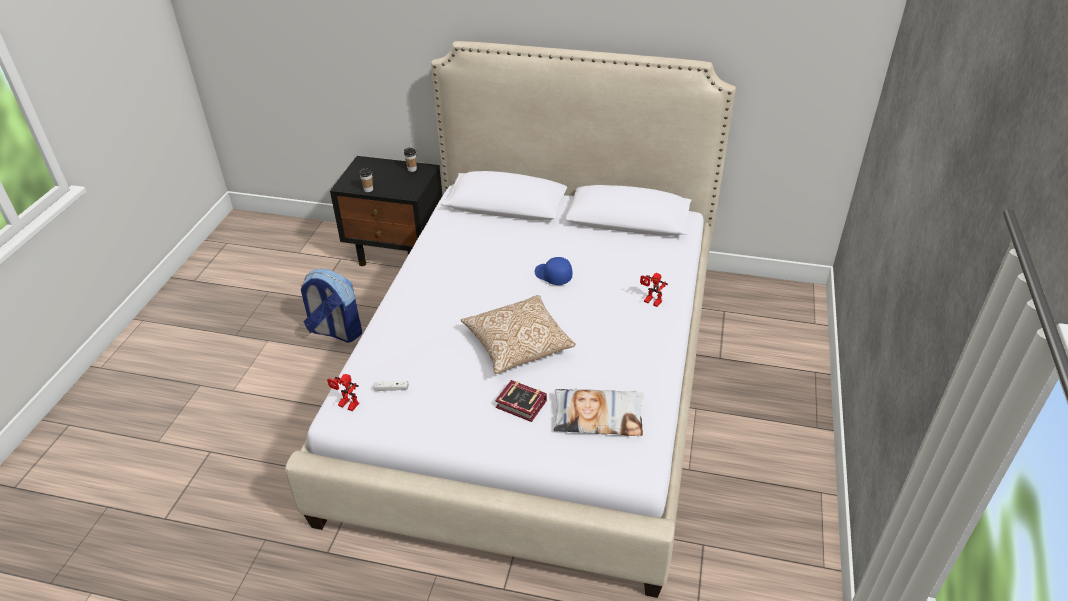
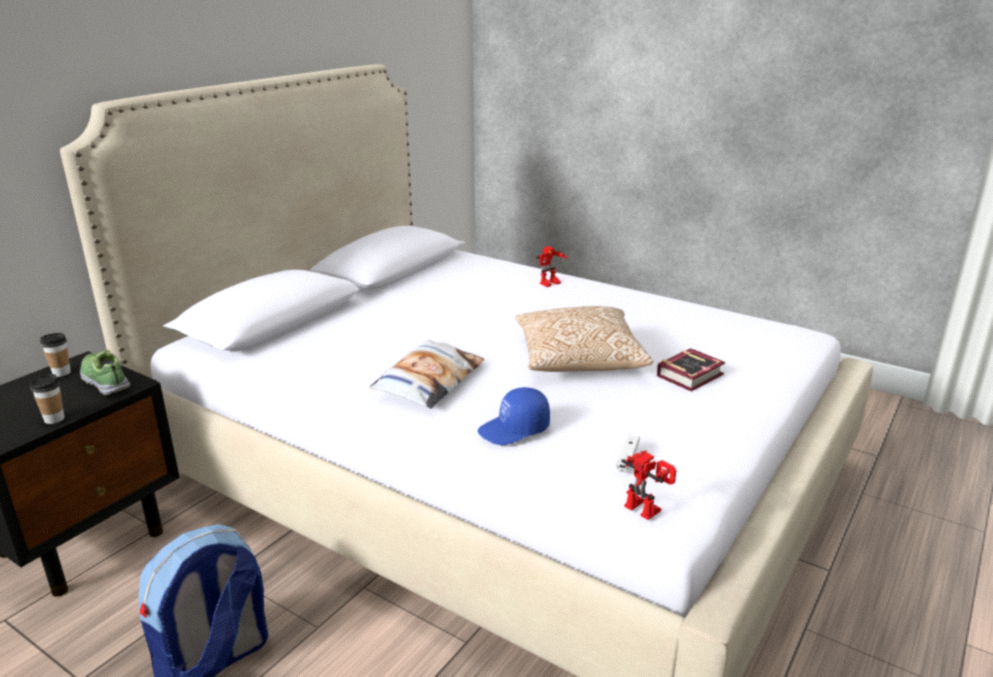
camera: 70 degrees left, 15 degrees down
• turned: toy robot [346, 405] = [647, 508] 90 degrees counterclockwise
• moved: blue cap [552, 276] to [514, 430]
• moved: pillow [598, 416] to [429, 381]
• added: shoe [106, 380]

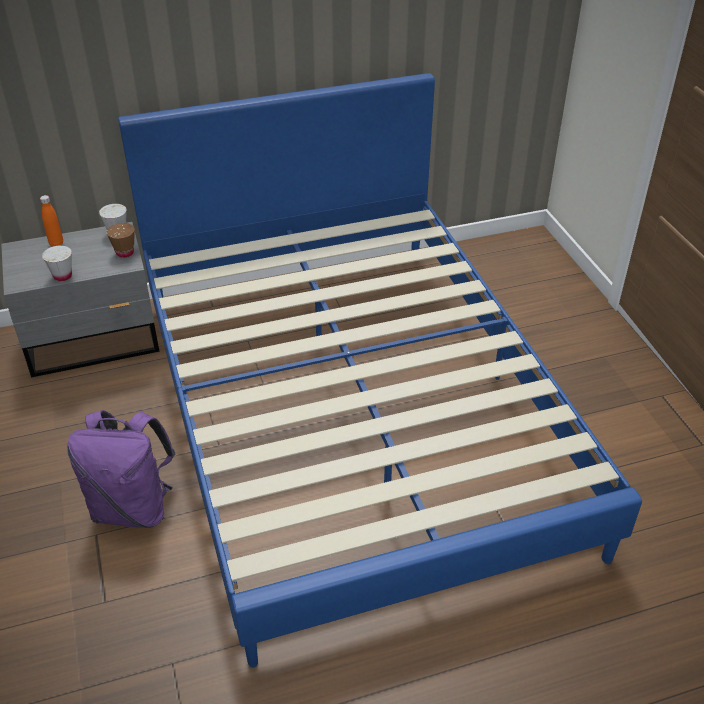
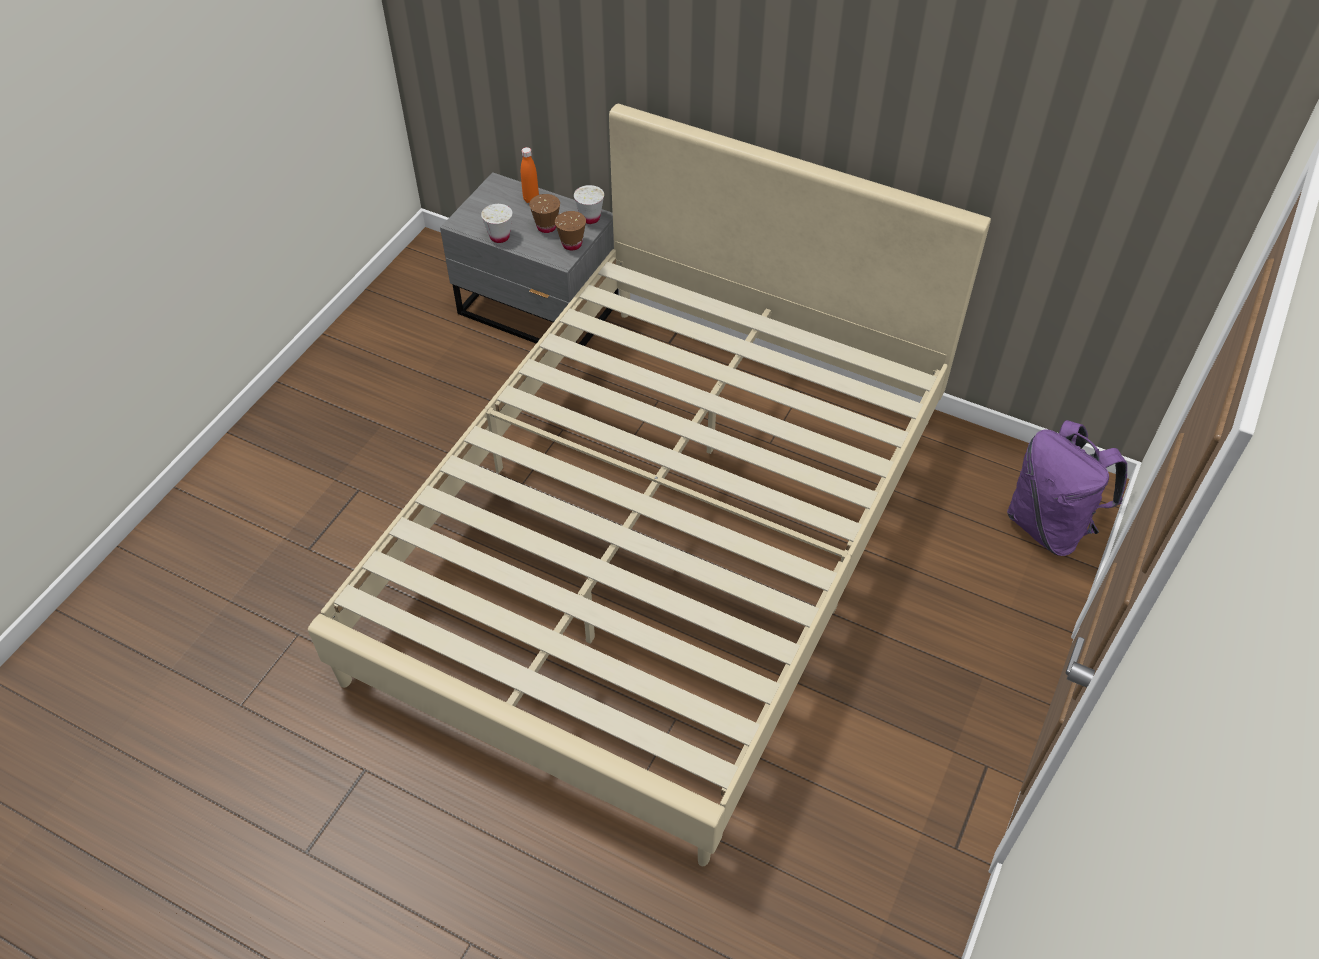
camera: 45 degrees right, 10 degrees up
• moved: purple backpack [133, 507] to [1049, 526]
• recoloured: blue bed [352, 413] to beige bed [661, 540]
• added: brown cup [546, 227]

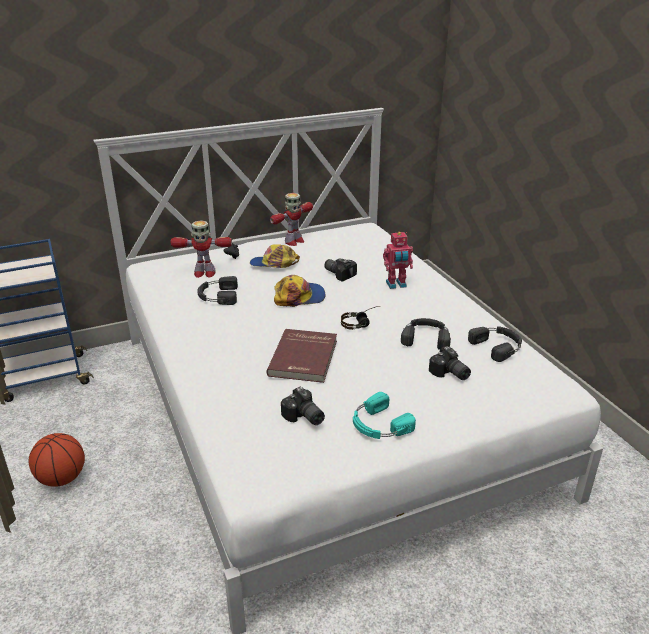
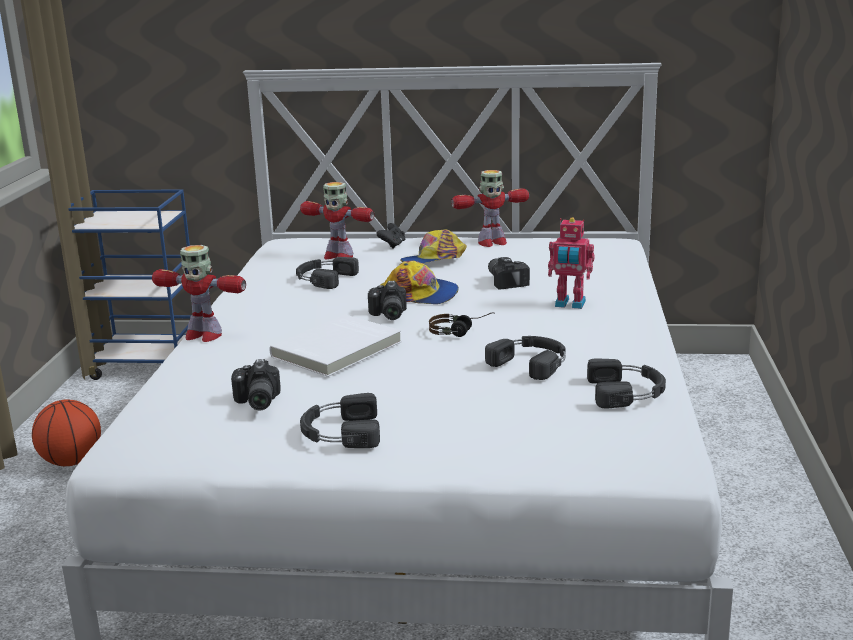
camera: 30 degrees right, 10 degrees down
• turned: cap [274, 264] = [434, 260] 60 degrees counterclockwise
• recoloured: red book [305, 358] to white book [338, 350]
• recoloured: turquoise headphones [378, 425] to black headphones [340, 432]
• moved: photo camera [449, 374] to [387, 315]
• added: toy robot [203, 335]

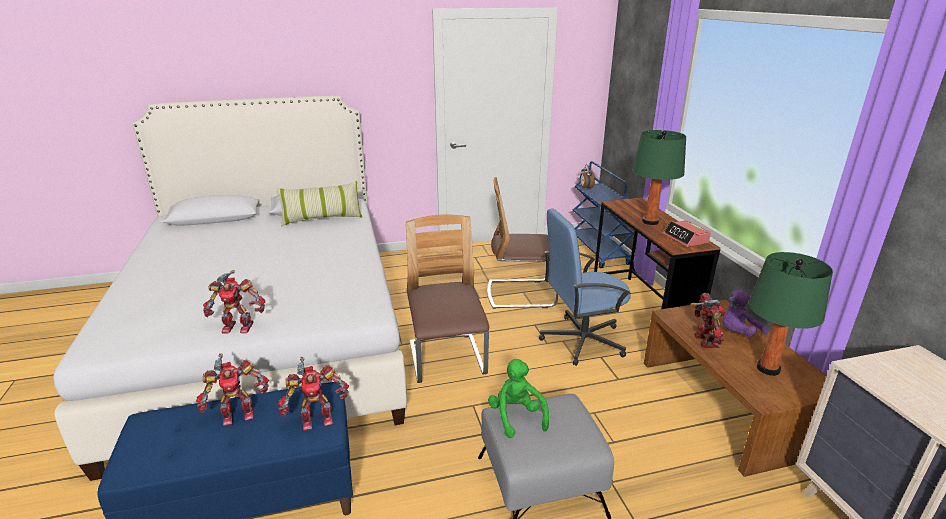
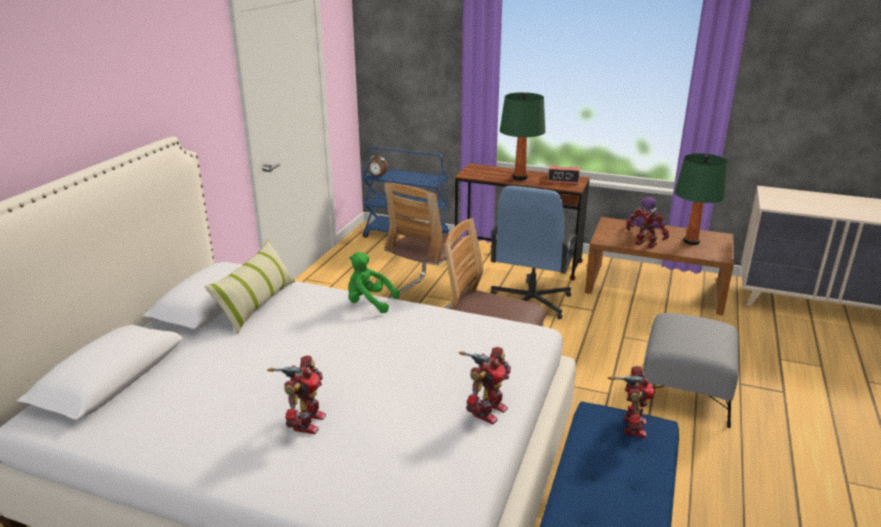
camera: 55 degrees left, 0 degrees up
• moved: toy robot [238, 413] to [306, 422]
• moved: green plush toy [516, 416] to [369, 303]

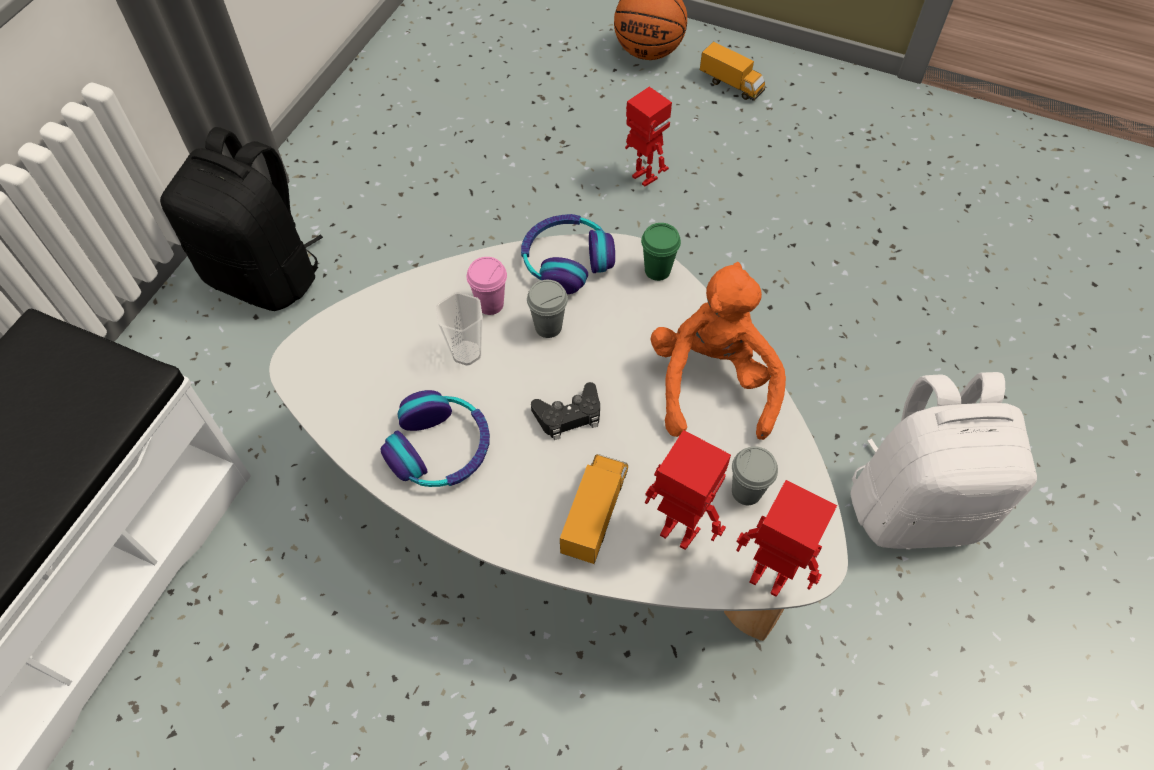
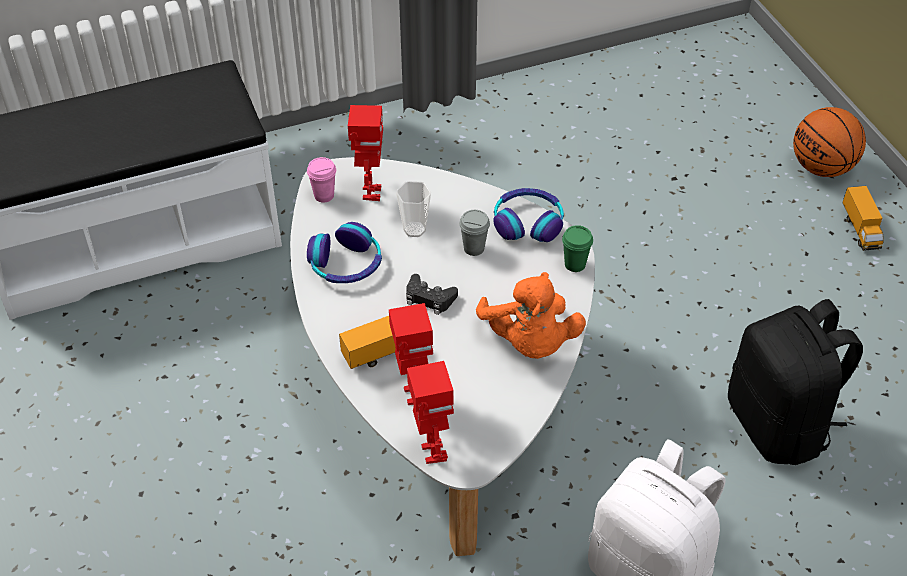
camera: 45 degrees right, 10 degrees down
• moved: black backpack [266, 275] to [779, 425]
• moved: pink cup [490, 304] to [324, 195]
• moved: toy robot [643, 178] to [370, 193]
• turned: orange plush toy [712, 382] = [529, 342] 120 degrees clockwise
• removed: grey cup [746, 492]

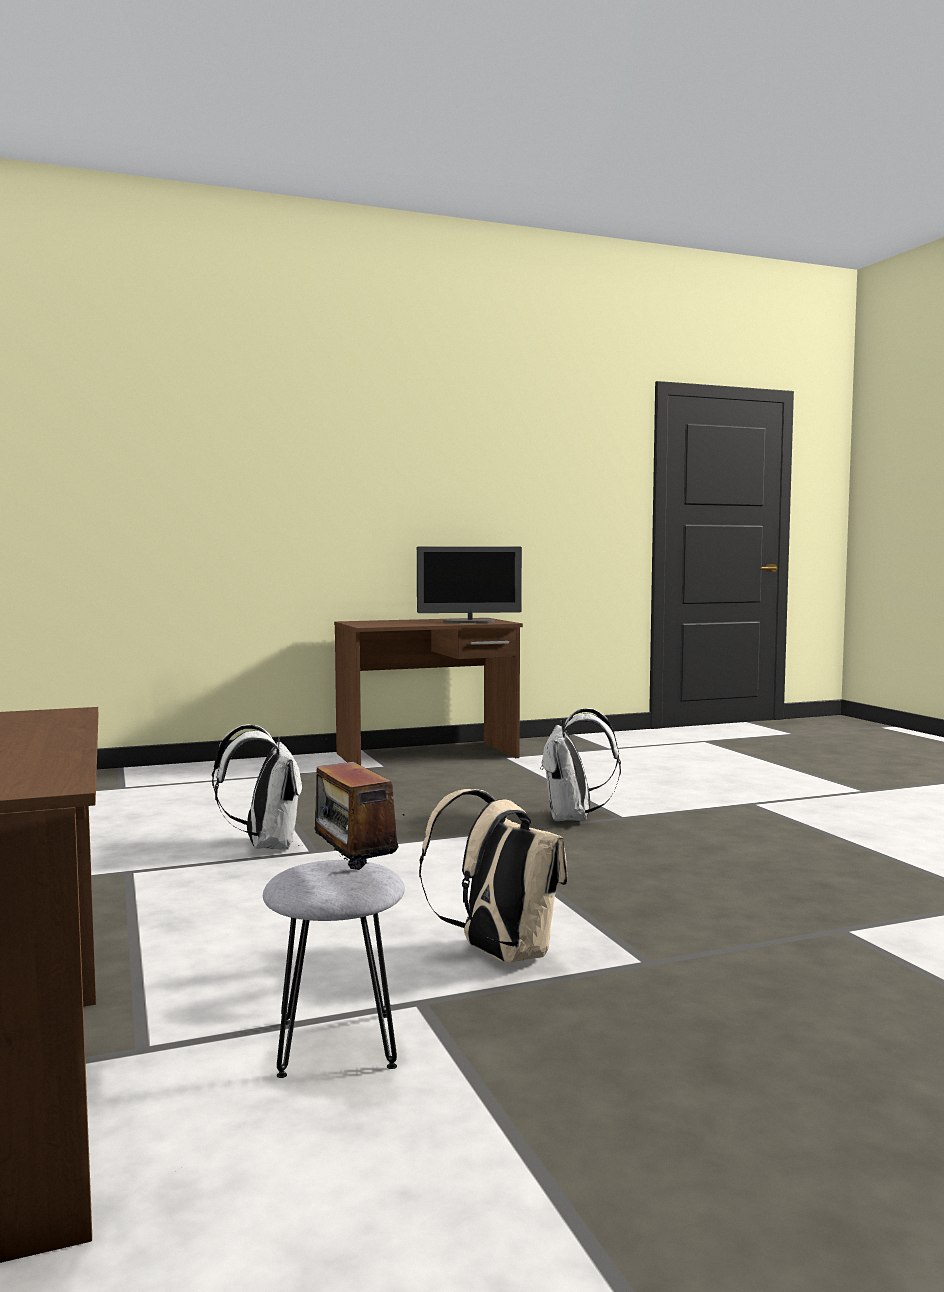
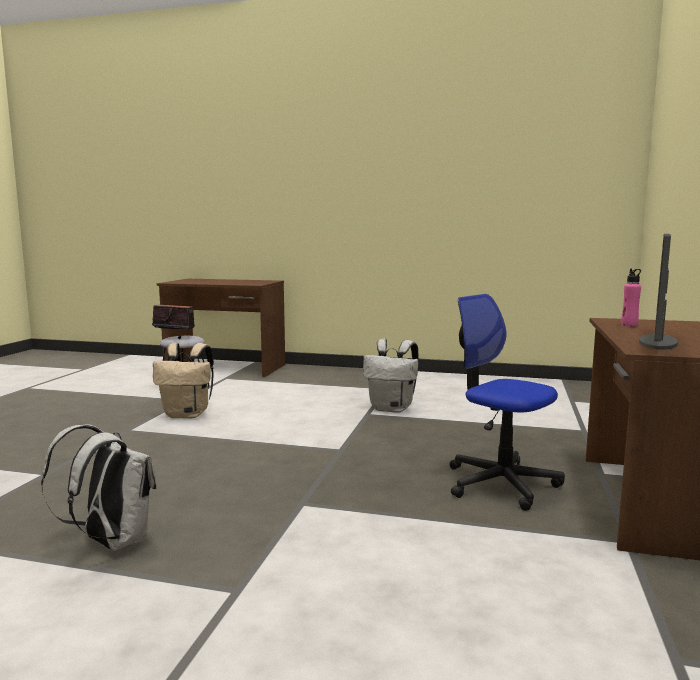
camera: 125 degrees right, 5 degrees up
• moved: white backpack [574, 818] to [111, 542]
• added: office chair [500, 483]
• added: pink bottle [629, 325]

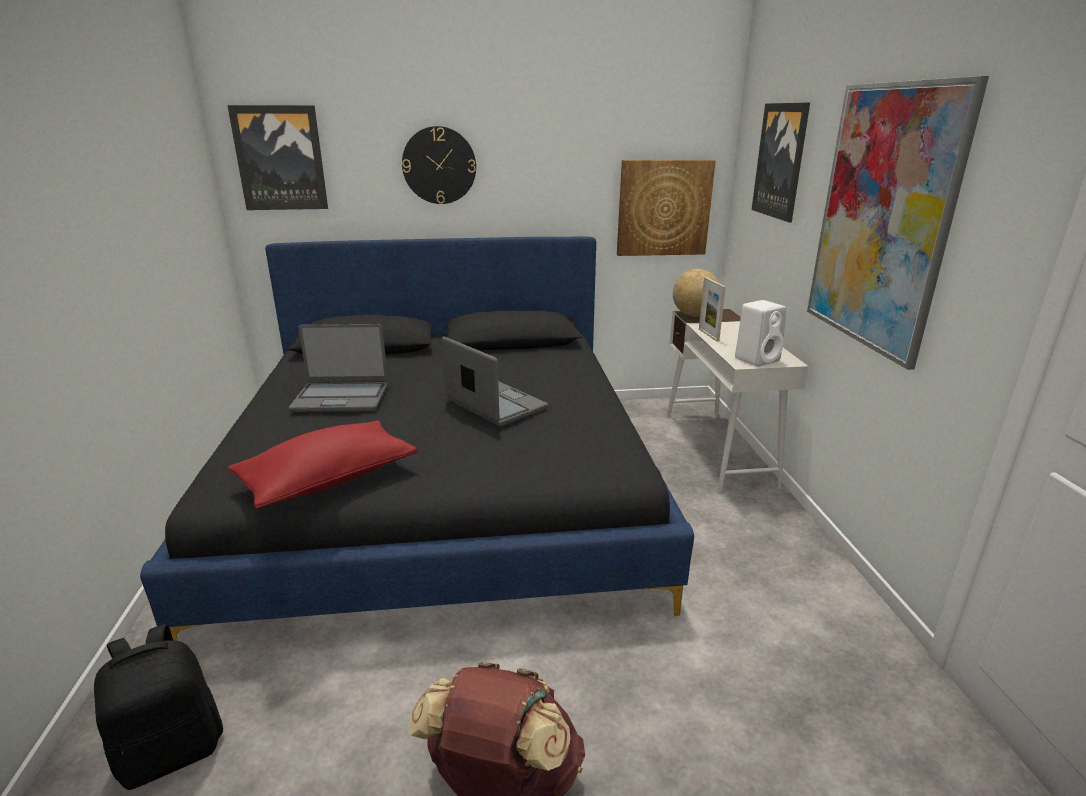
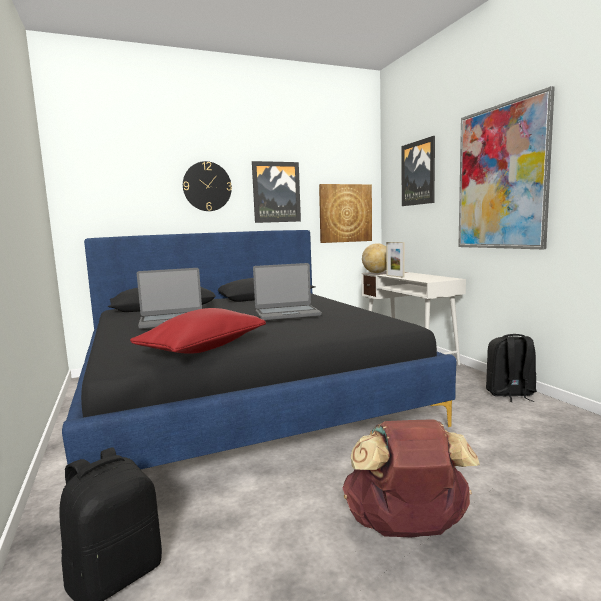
camera: 15 degrees left, 15 degrees down
• moved: picture [280, 158] to [276, 192]
• turned: laptop [495, 405] = [287, 314] 135 degrees clockwise
• removed: white speaker [757, 359]
• added: black backpack [510, 394]

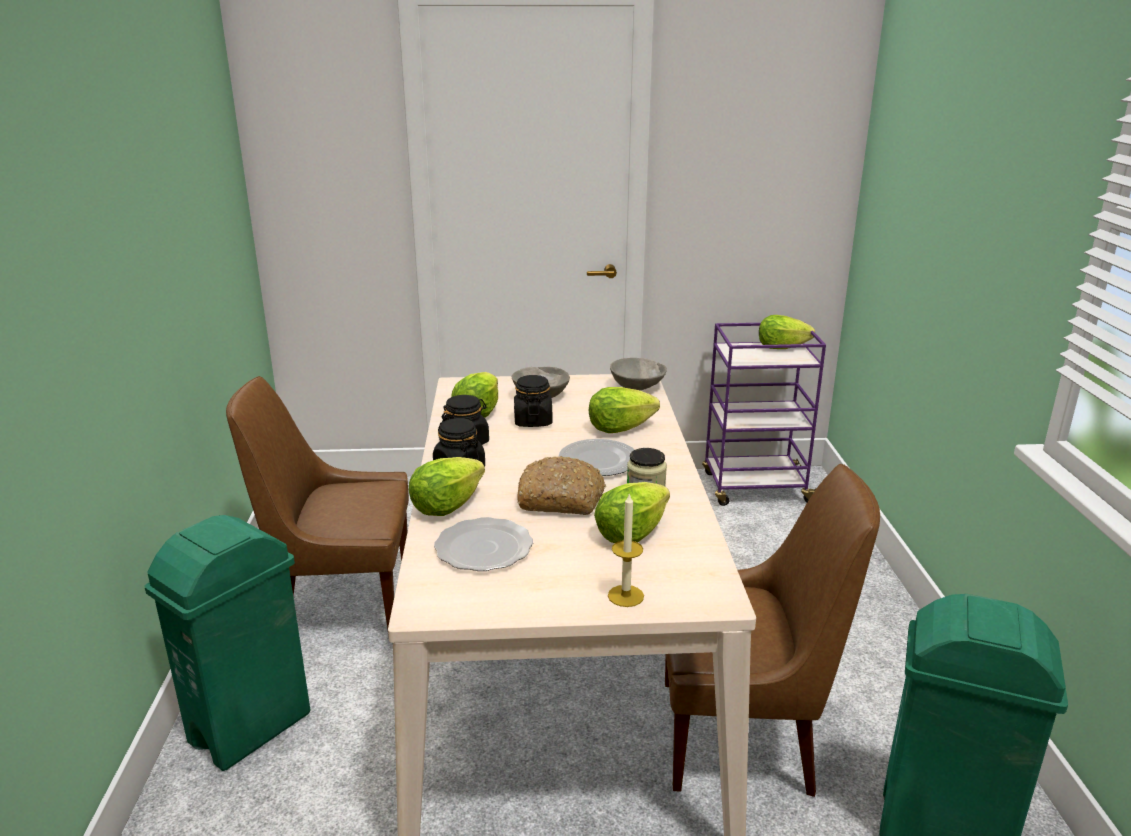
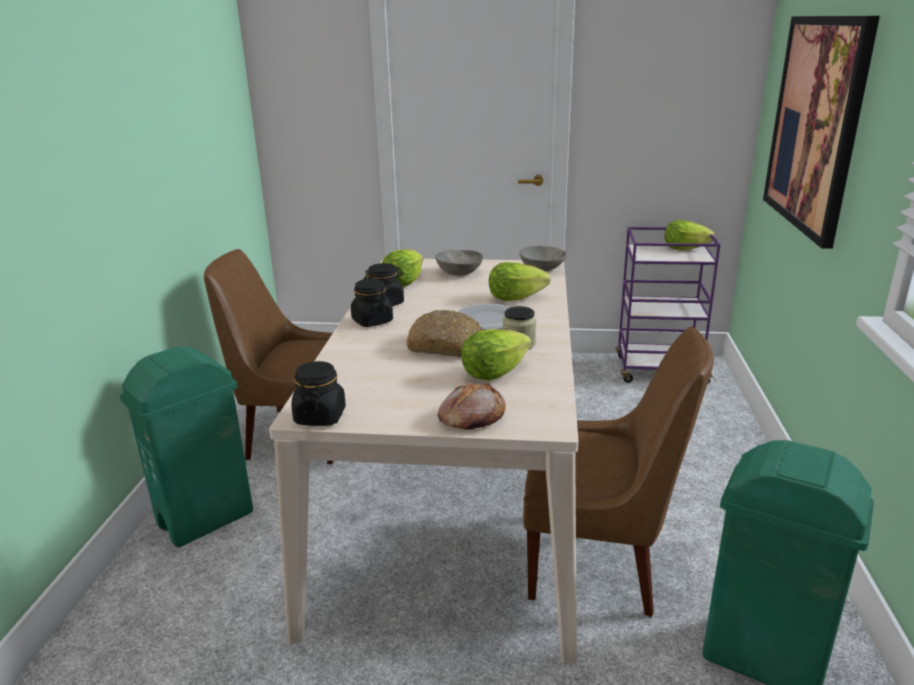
camera: 10 degrees right, 0 degrees up
• removed: lettuce [446, 506]
• removed: plate [484, 547]
• moved: black jar [533, 421] to [320, 416]
• replaced: candle [625, 596] to bread [471, 417]
• added: picture [815, 124]

